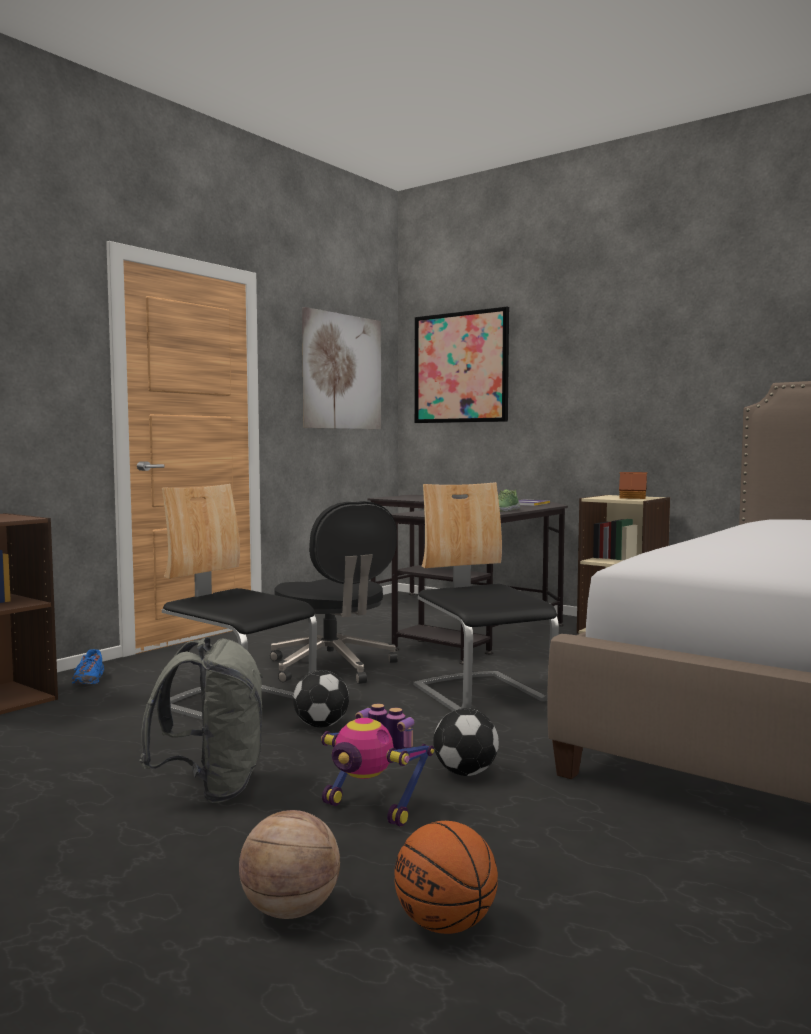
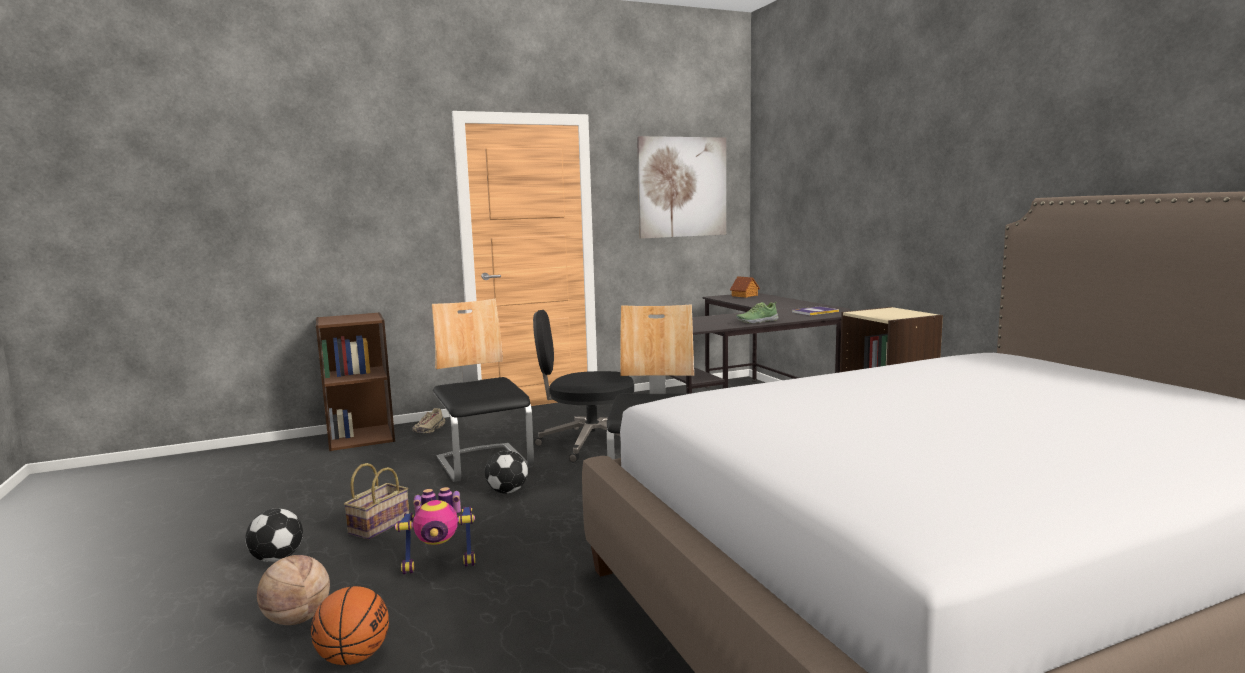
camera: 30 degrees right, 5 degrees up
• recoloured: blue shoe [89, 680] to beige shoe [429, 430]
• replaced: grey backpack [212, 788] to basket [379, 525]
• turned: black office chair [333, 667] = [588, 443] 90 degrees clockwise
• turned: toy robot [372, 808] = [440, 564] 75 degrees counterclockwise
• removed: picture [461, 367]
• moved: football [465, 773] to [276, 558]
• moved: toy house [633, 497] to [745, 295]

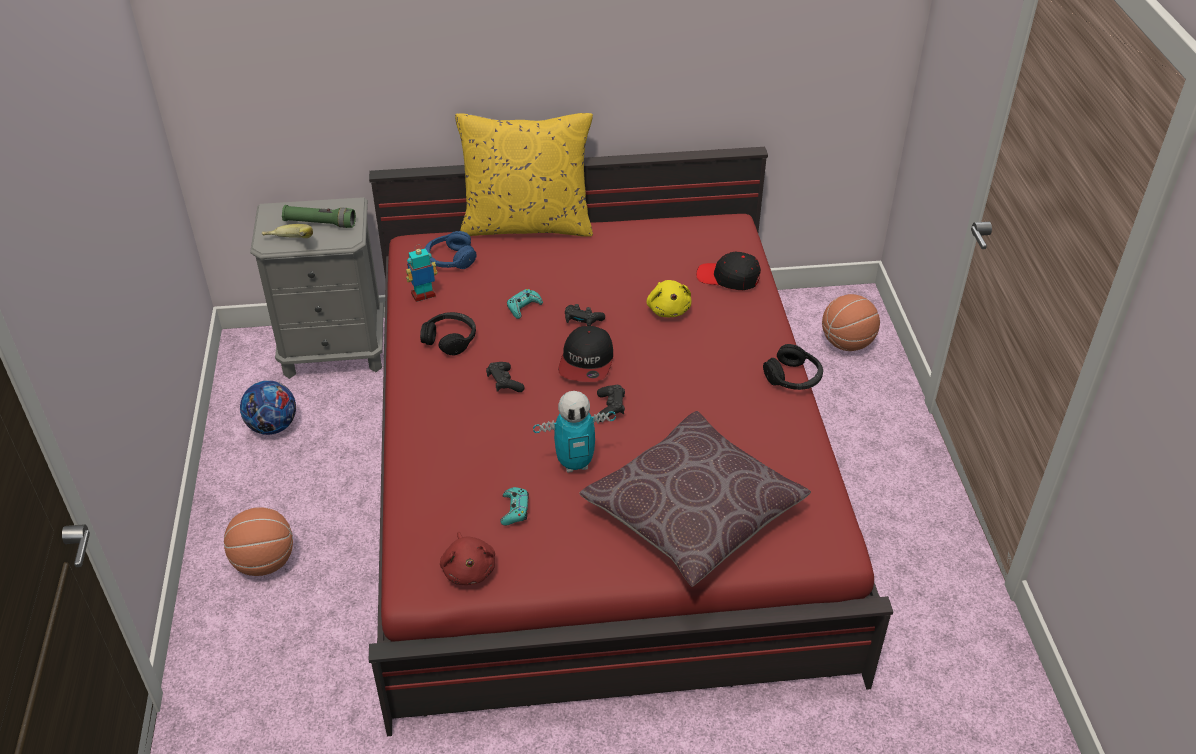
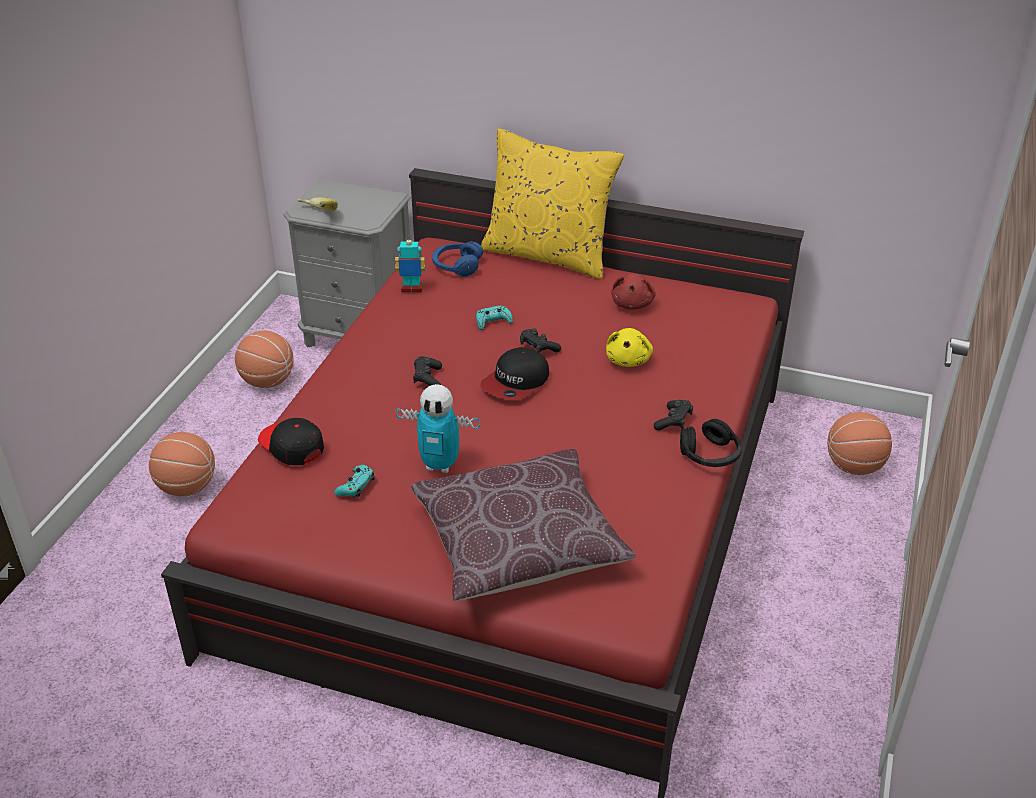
camera: 25 degrees right, 5 degrees down
• replaced: football [273, 426] to basketball [268, 381]
• removed: green flashlight [320, 223]
• removed: black headphones [450, 339]
• moved: red plush toy [469, 569] to [632, 303]
• moved: black game controller [610, 408] to [673, 422]
• moved: black cap [728, 278] to [291, 446]

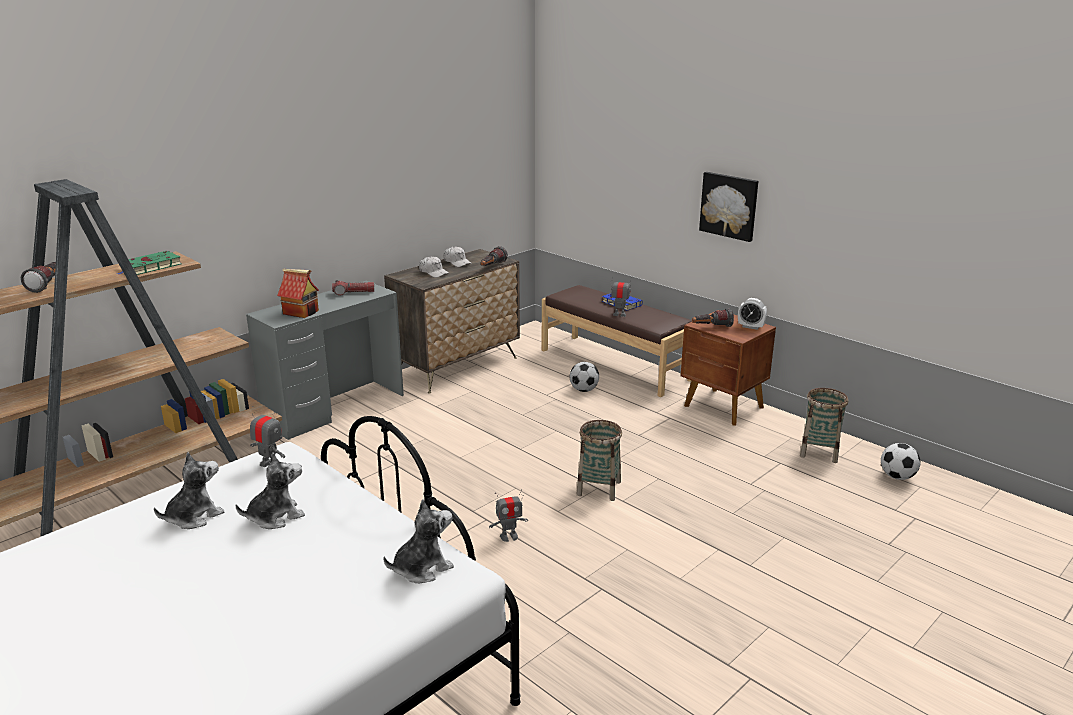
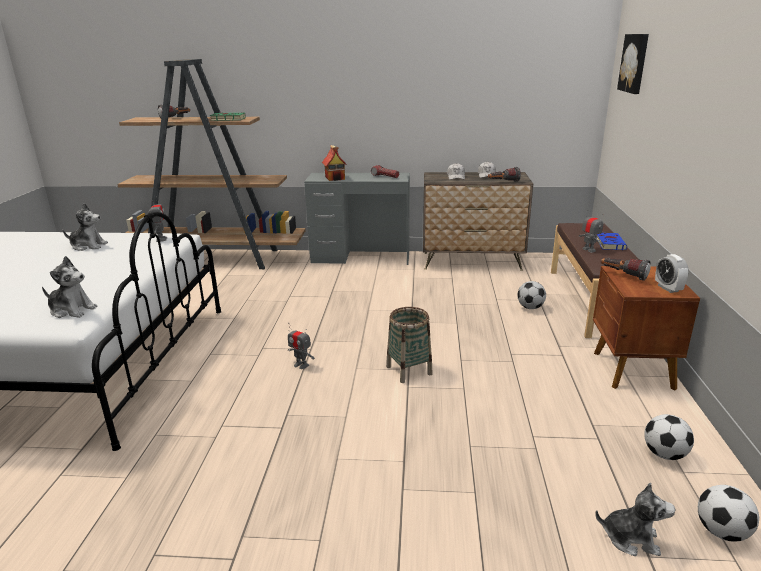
camera: 50 degrees right, 0 degrees up
• moved: plush toy [275, 517] to [630, 538]
• moved: picture [729, 205] to [635, 63]
• replaced: basket [819, 451] to football [664, 454]

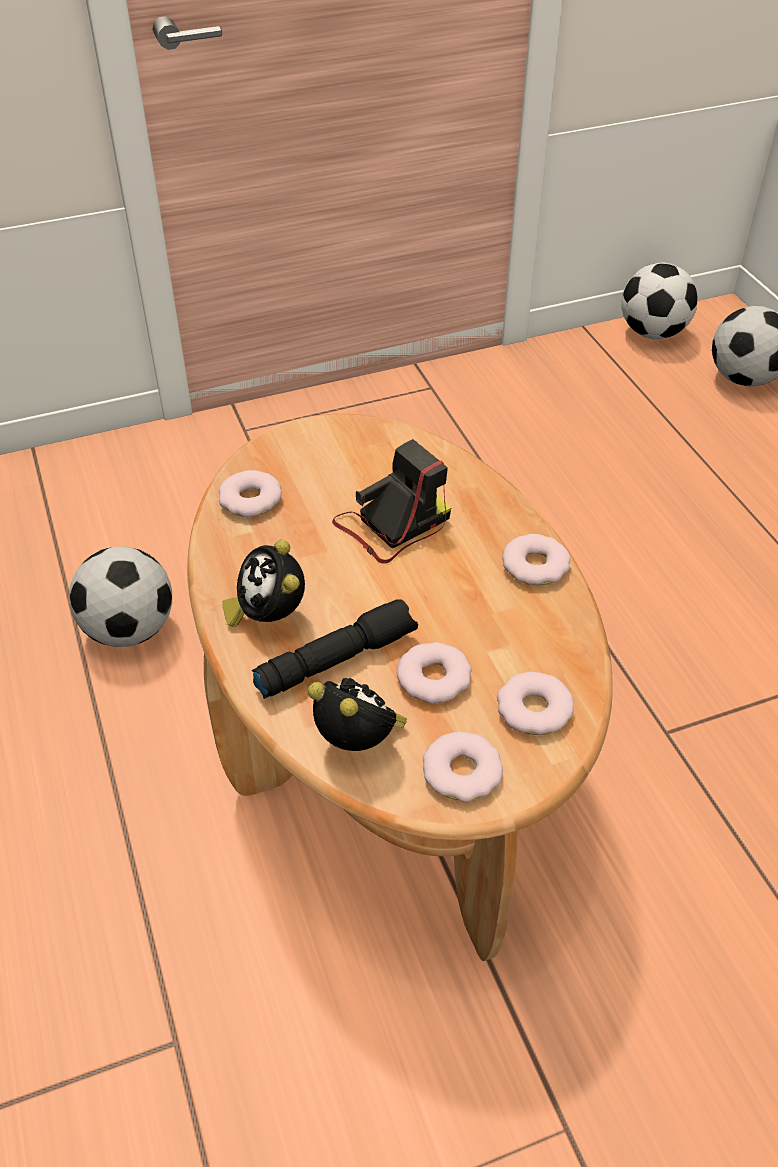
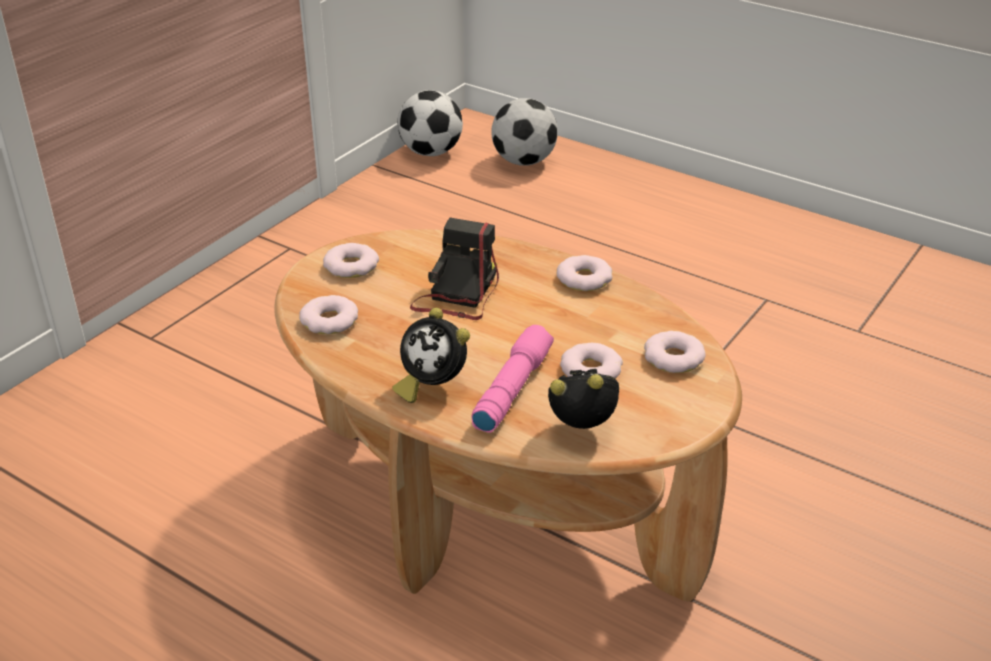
camera: 35 degrees left, 10 degrees down
• removed: football [130, 629]
• recoloured: black flashlight [336, 658] to pink flashlight [511, 388]
• moved: donut [462, 772] to [351, 266]

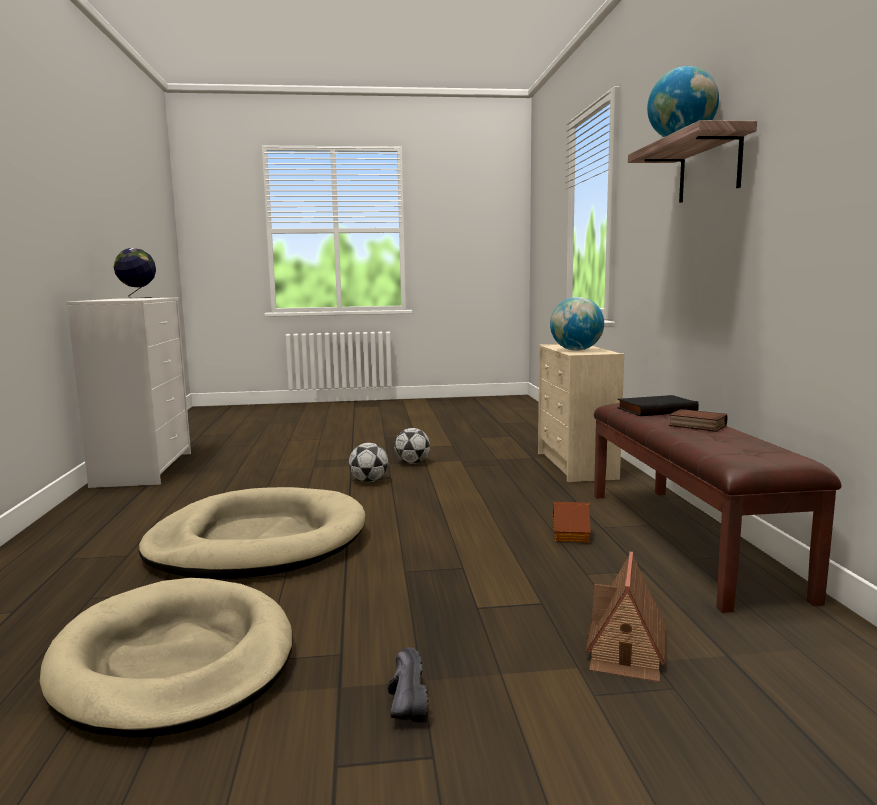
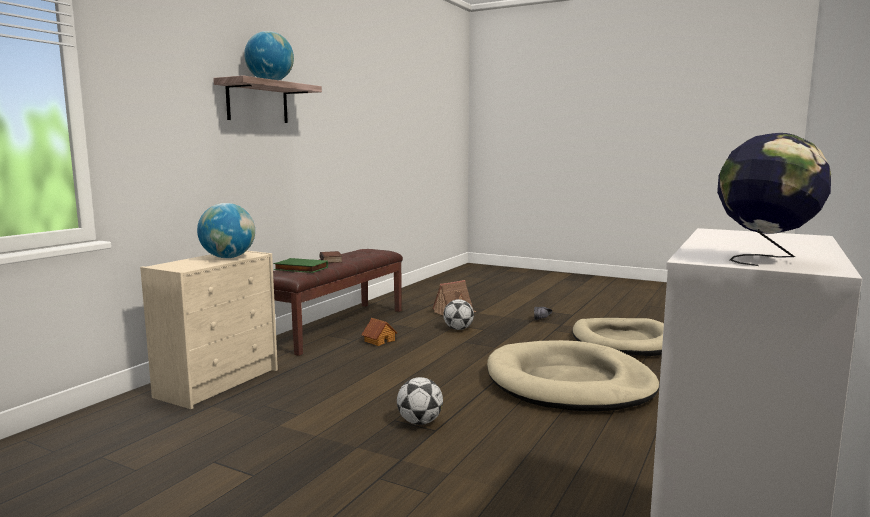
camera: 145 degrees left, 0 degrees up
• moved: football [412, 463] to [458, 329]
• recoloured: black book [656, 410] to green book [300, 269]

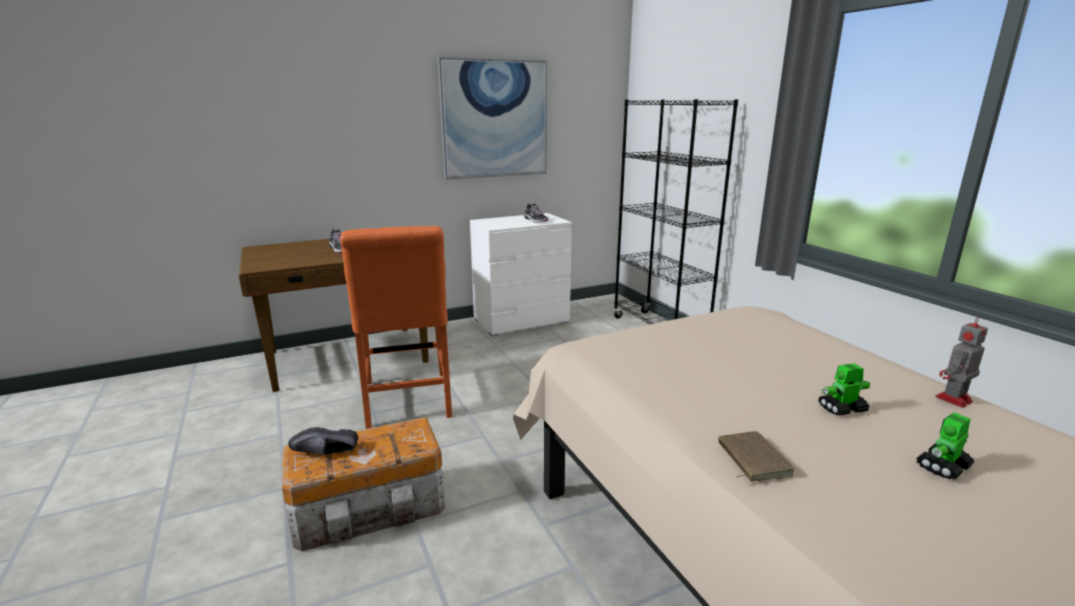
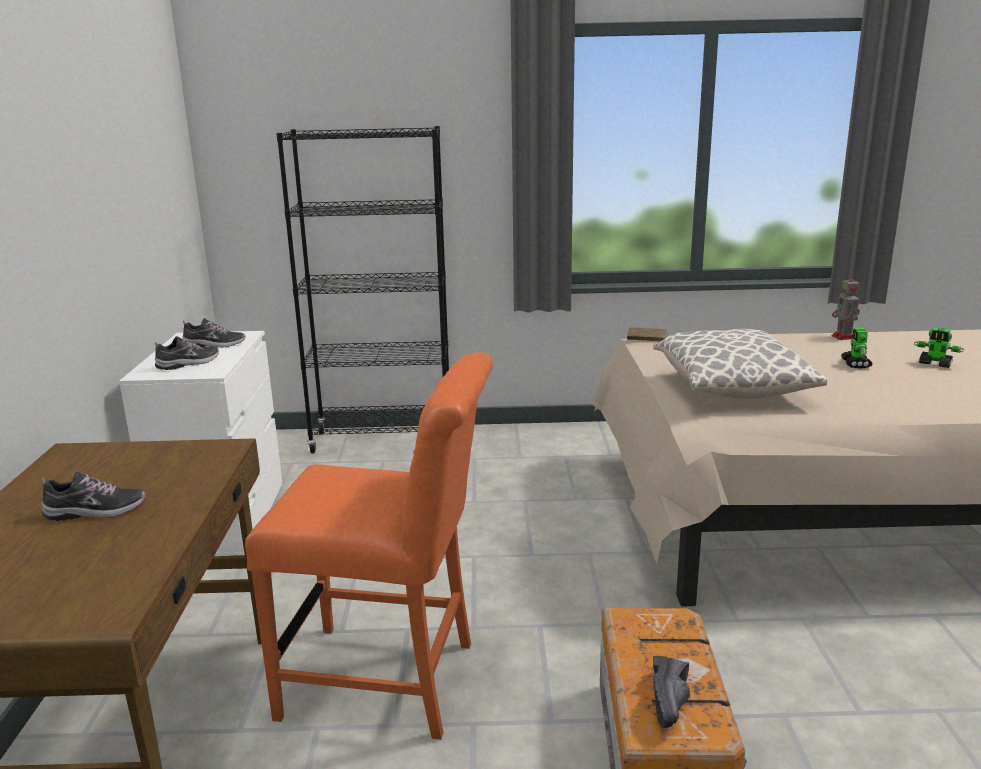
camera: 65 degrees left, 0 degrees up
• removed: picture [495, 119]
• moved: brown book [751, 459] to [647, 337]
• turned: toy robot [942, 467] = [935, 364] 45 degrees counterclockwise
• added: shoe [188, 363]
• added: pillow [732, 389]

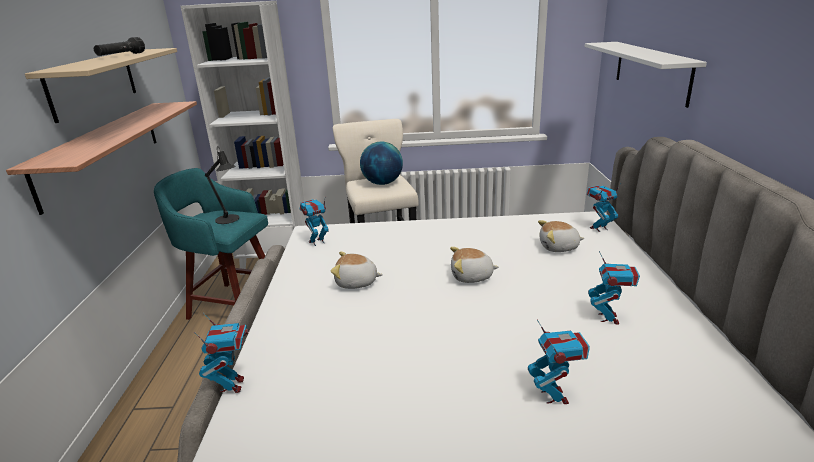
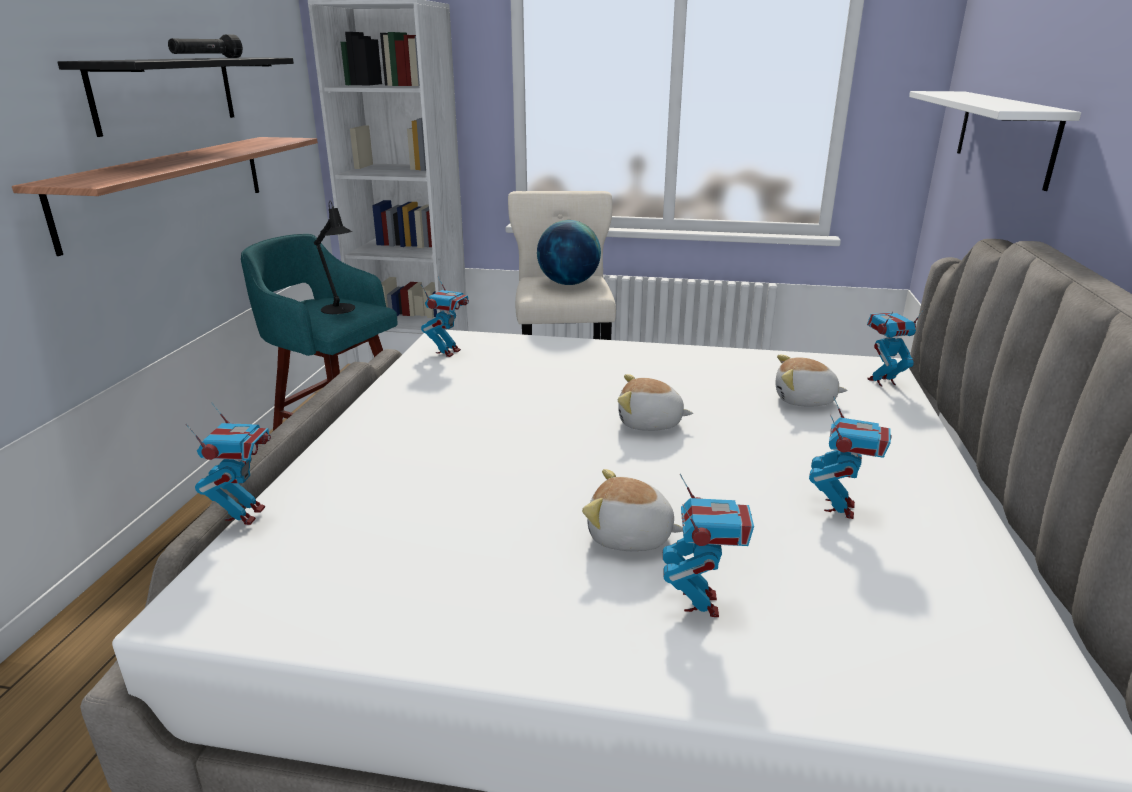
camera: 10 degrees right, 0 degrees up
• recoloured: beige shelf [93, 83] to black shelf [166, 93]
• turned: toy robot [317, 242] = [448, 352] 135 degrees clockwise
• moved: plush toy [356, 283] to [630, 537]

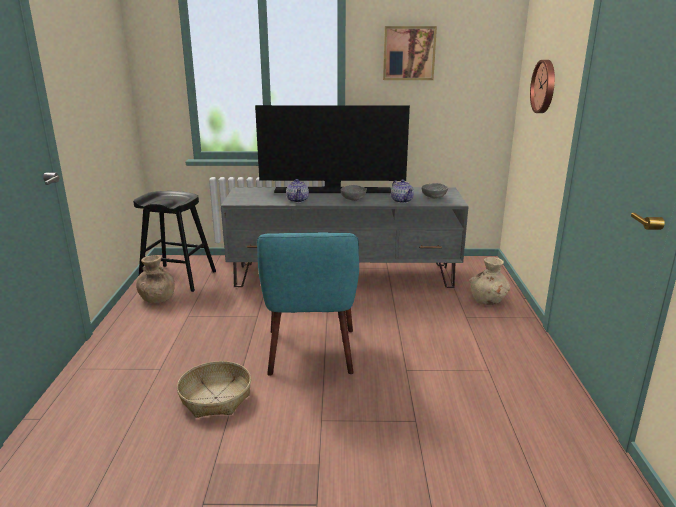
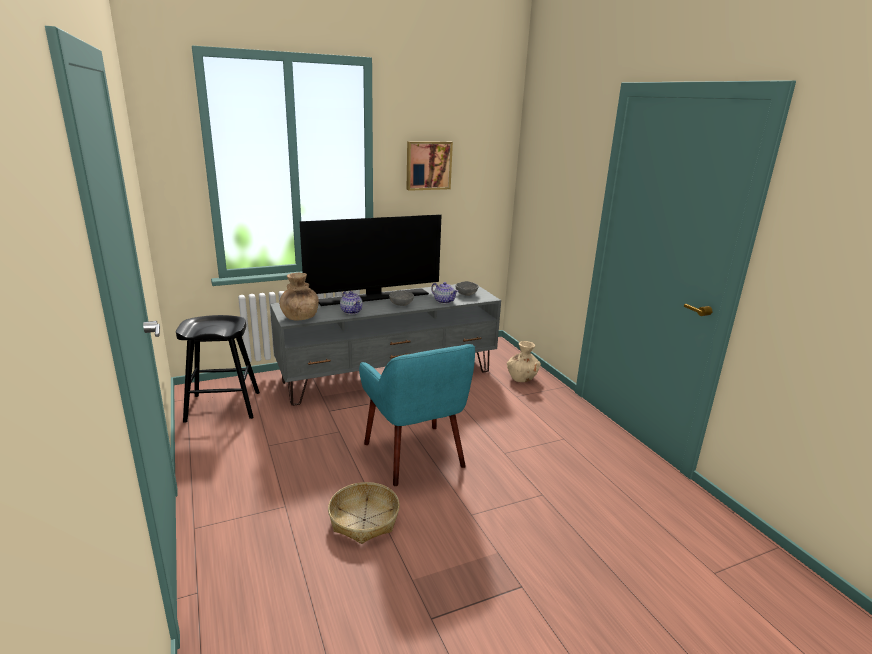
camera: 25 degrees left, 0 degrees up
• moved: brown vase [157, 299] to [300, 317]
• removed: wall clock [545, 86]

